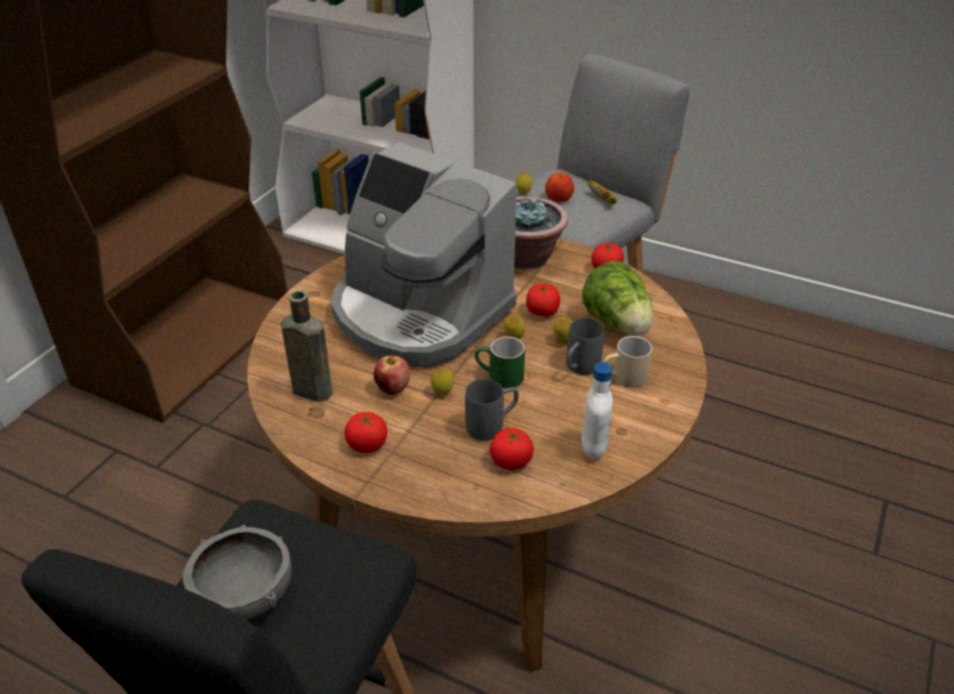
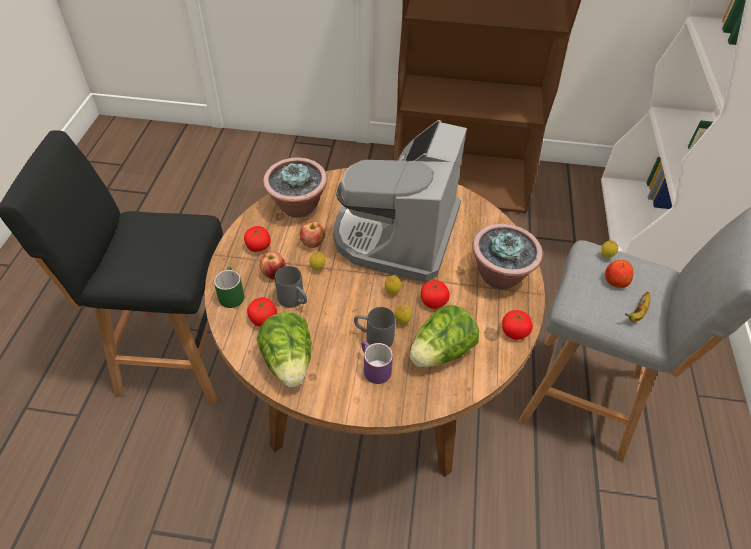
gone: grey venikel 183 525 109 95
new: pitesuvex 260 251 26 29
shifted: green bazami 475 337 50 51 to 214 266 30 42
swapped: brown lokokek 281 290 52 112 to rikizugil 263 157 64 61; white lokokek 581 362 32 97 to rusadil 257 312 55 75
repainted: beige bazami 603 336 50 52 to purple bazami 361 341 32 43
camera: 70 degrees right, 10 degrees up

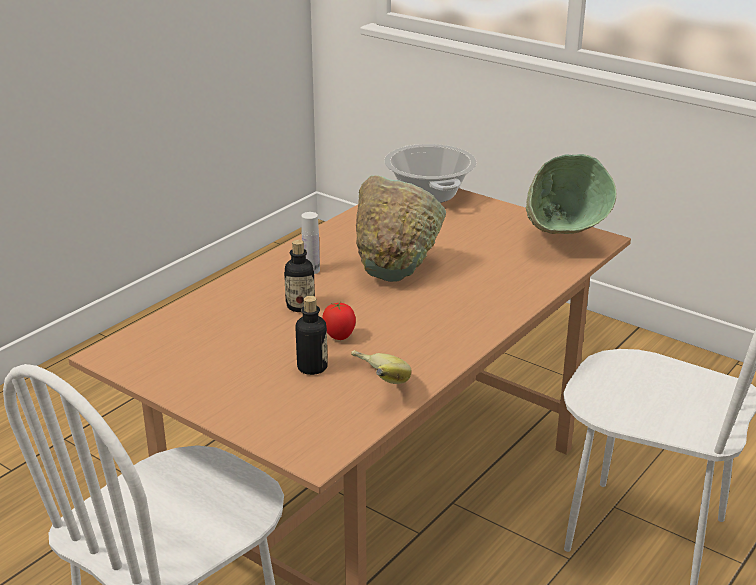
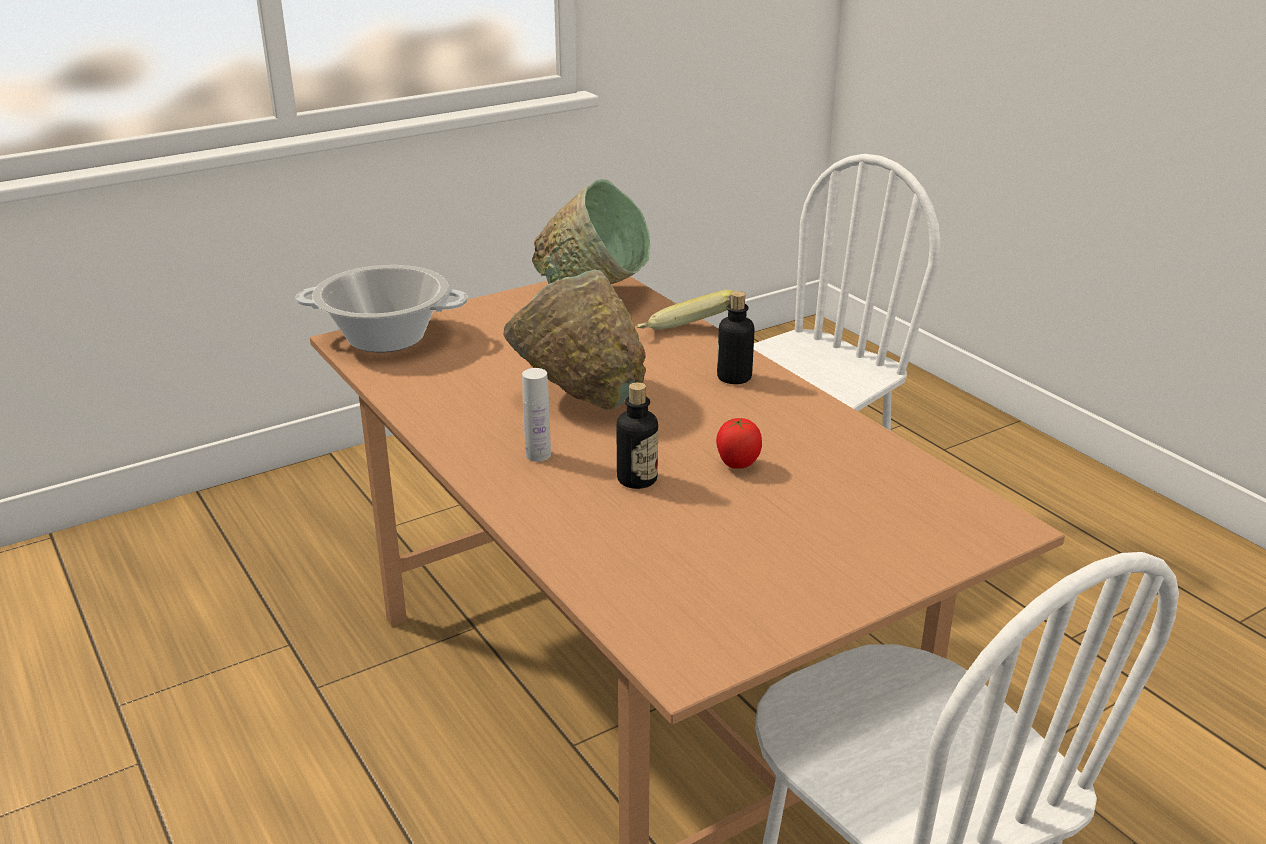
shifted: lokokek 296 296 32 79 to 717 291 37 93; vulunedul 351 350 60 34 to 637 290 97 40
camera: 70 degrees left, 0 degrees up

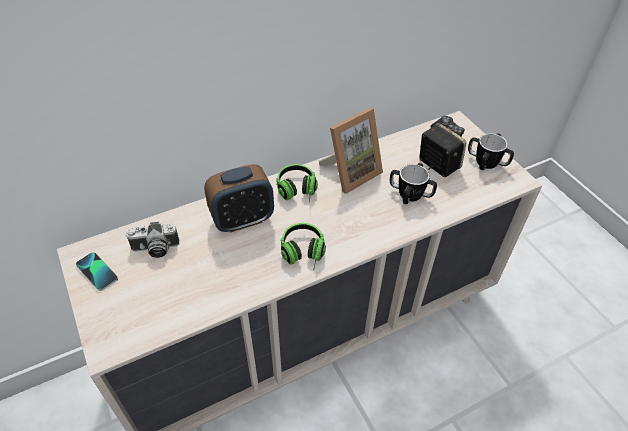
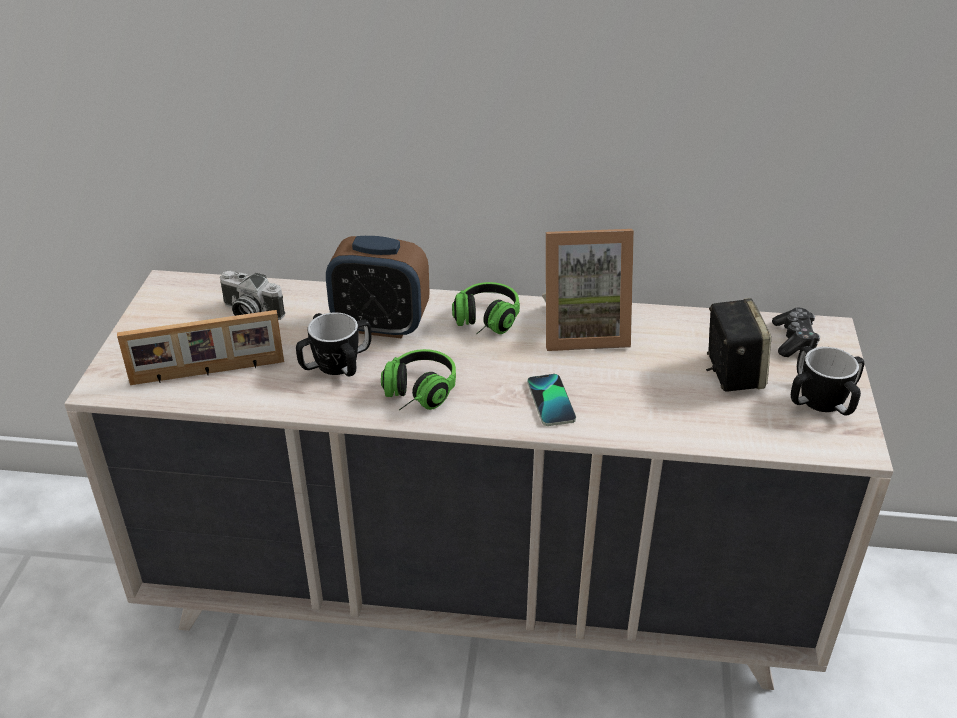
new: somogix 117 310 167 75
shifted: bazami 390 163 47 41 to 296 312 75 64; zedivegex 76 252 42 39 to 527 374 49 52
camera: 35 degrees right, 10 degrees down

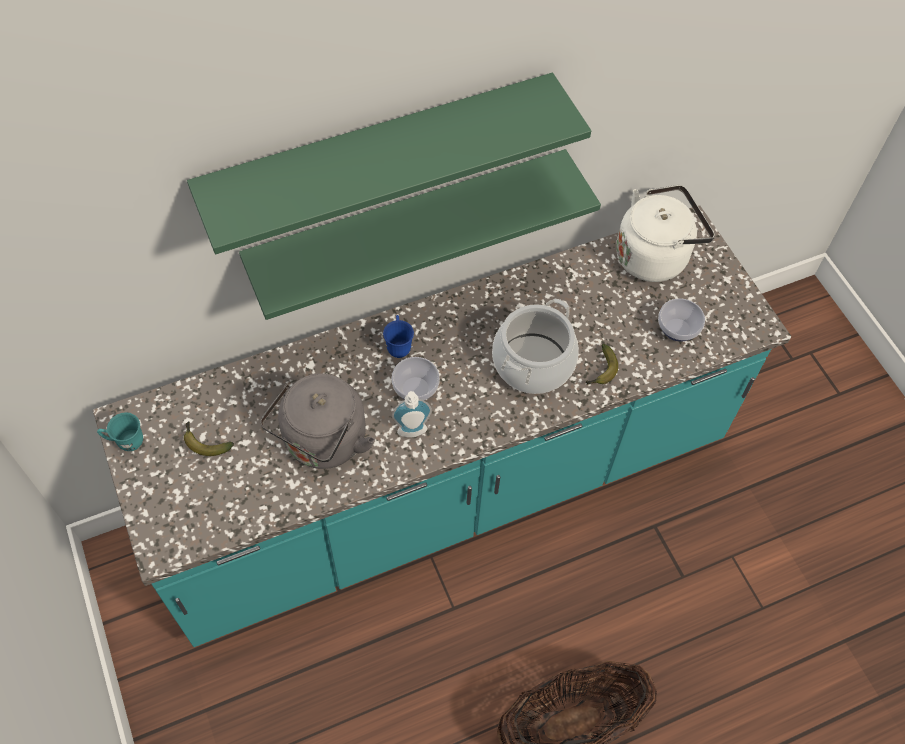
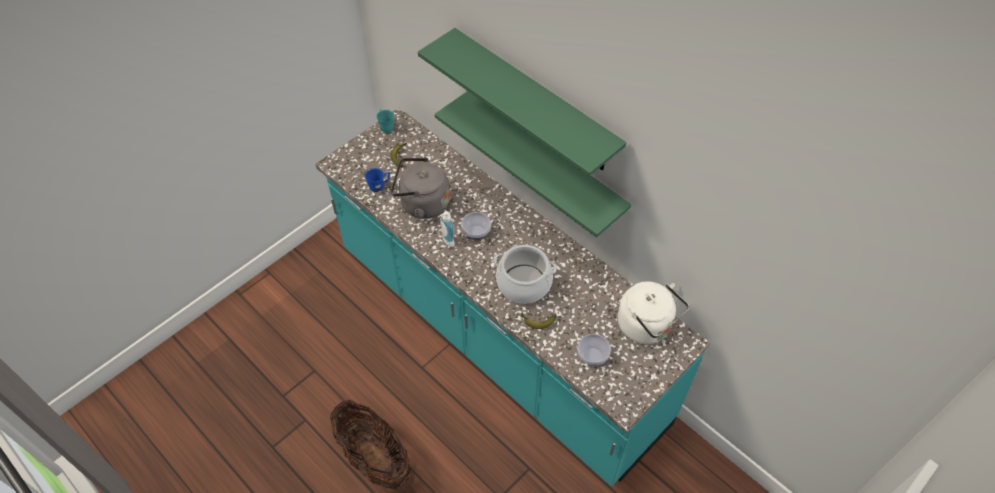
shifted: blue bazami 383 315 31 43 to 365 168 25 24
camera: 70 degrees right, 5 degrees down

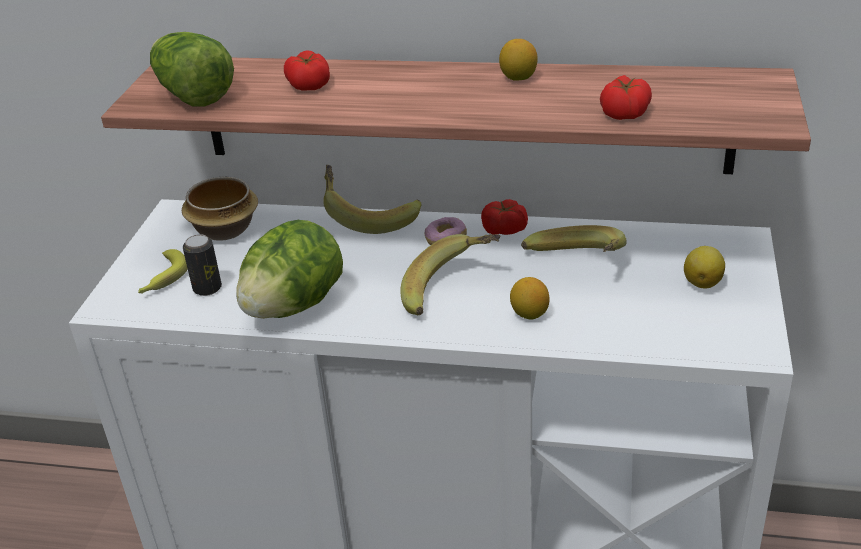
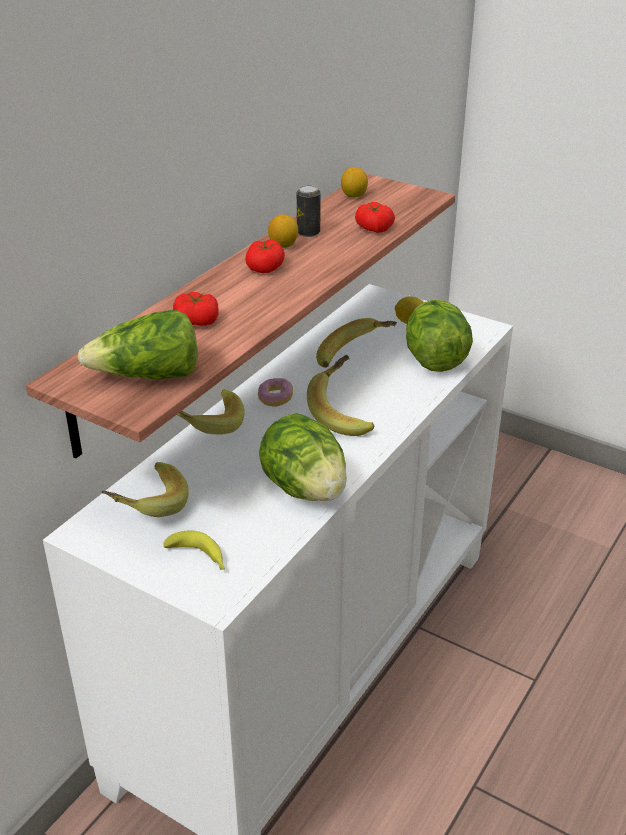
new: rusadil 406 300 67 72
shifted: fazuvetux 481 199 47 36 to 245 239 40 34; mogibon 183 234 39 62 to 297 185 24 52; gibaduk 510 277 40 42 to 341 167 27 31
swapped: venikel 182 177 76 64 to vulunedul 101 462 88 55
camera: 70 degrees left, 0 degrees up

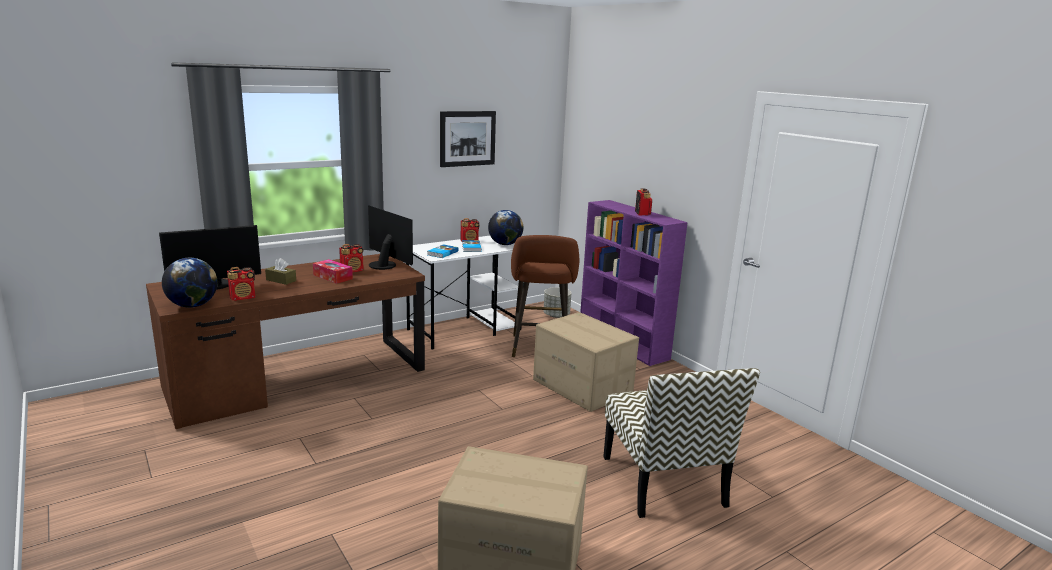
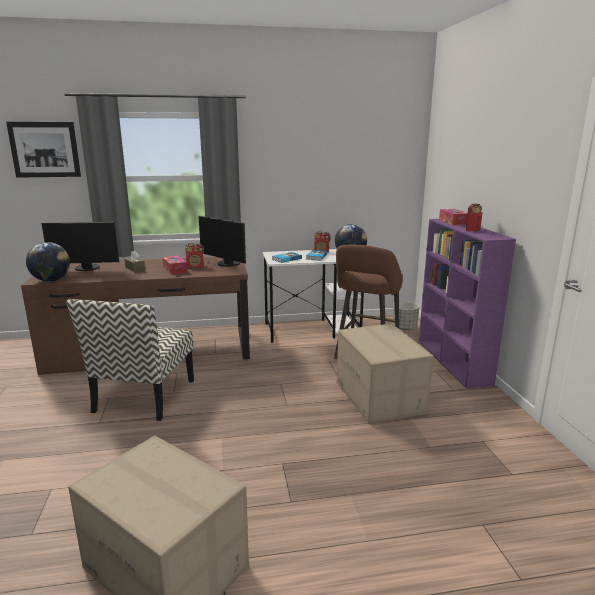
gone: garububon 227 267 28 34
new: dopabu 439 209 29 16
shifted: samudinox 440 111 56 56 to 6 122 75 56; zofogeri 603 368 157 150 to 66 299 128 122
rotated: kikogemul 368 205 45 65 = 198 216 48 51 150 degrees clockwise
camera: 25 degrees right, 0 degrees up

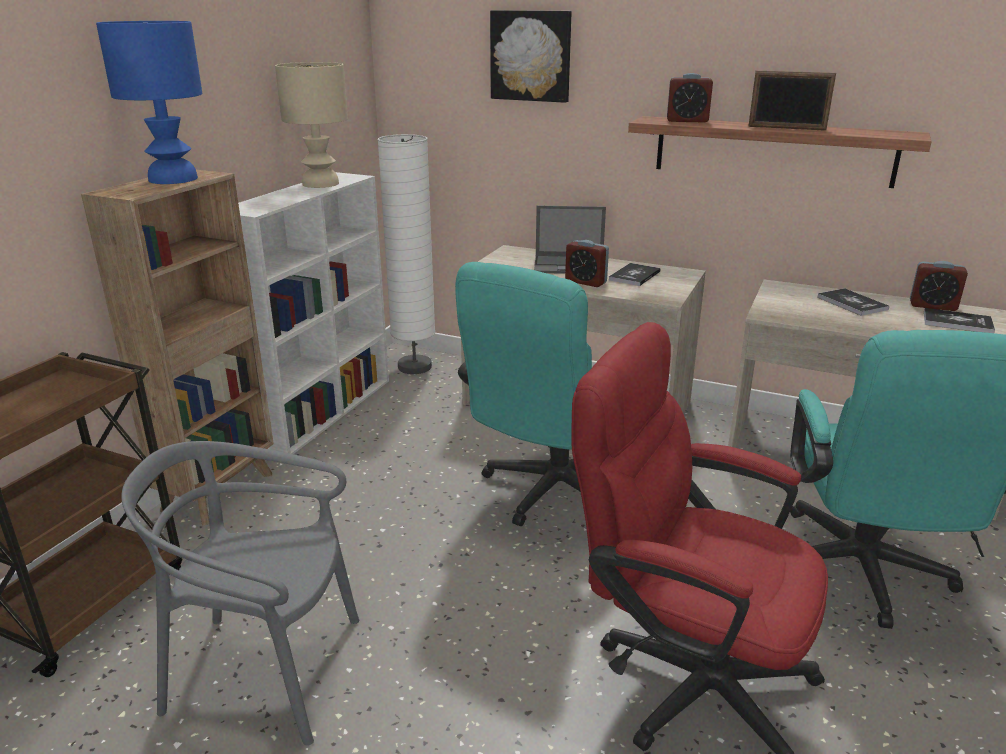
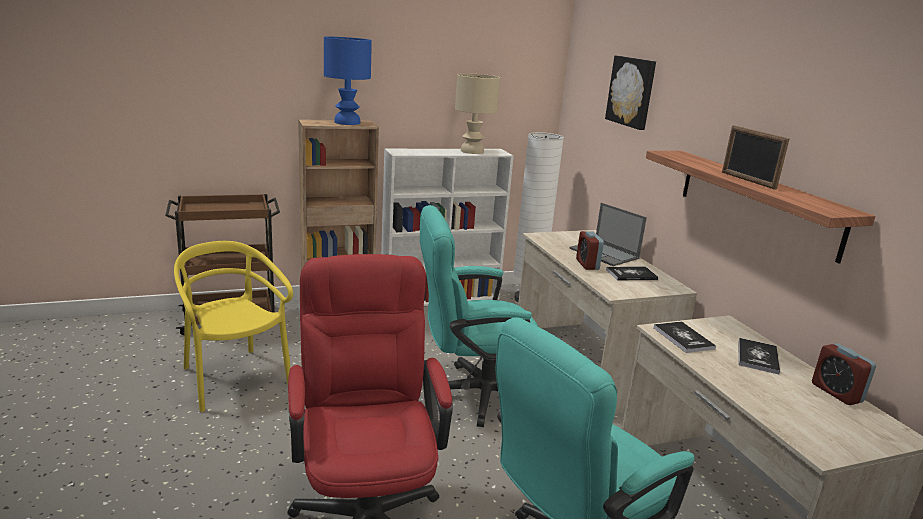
gone: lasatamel 667 73 46 50
shifted: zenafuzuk 924 308 71 25 to 653 321 63 32
repainted: grey zofogeri 122 441 237 305 to yellow zofogeri 174 241 119 171
camera: 45 degrees right, 5 degrees down

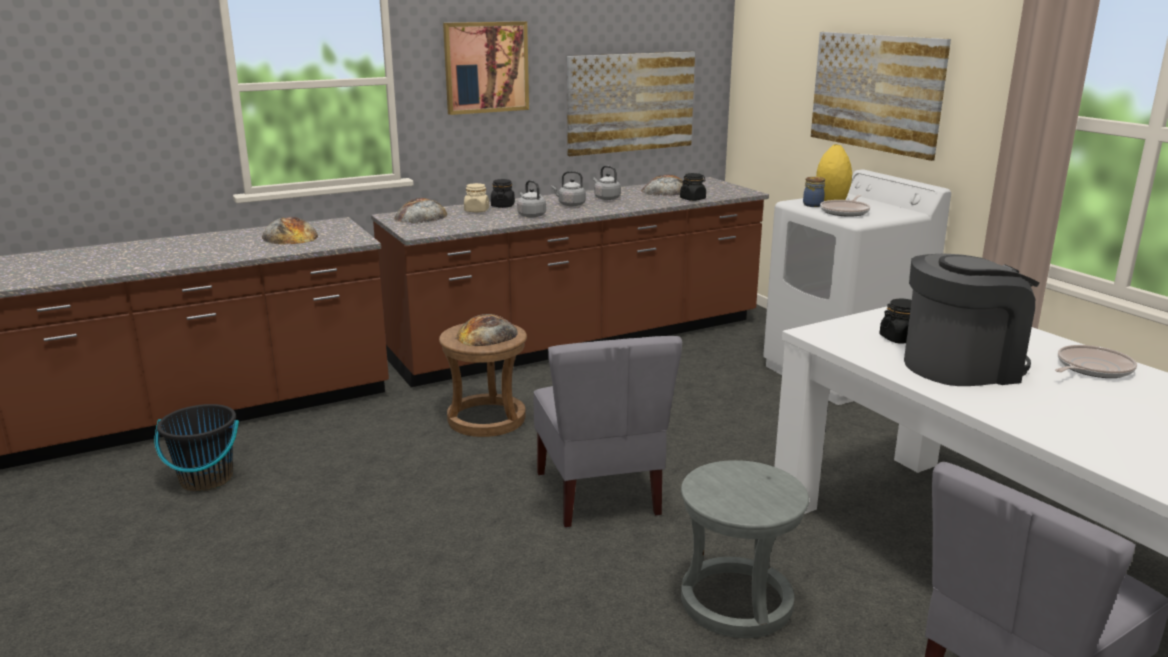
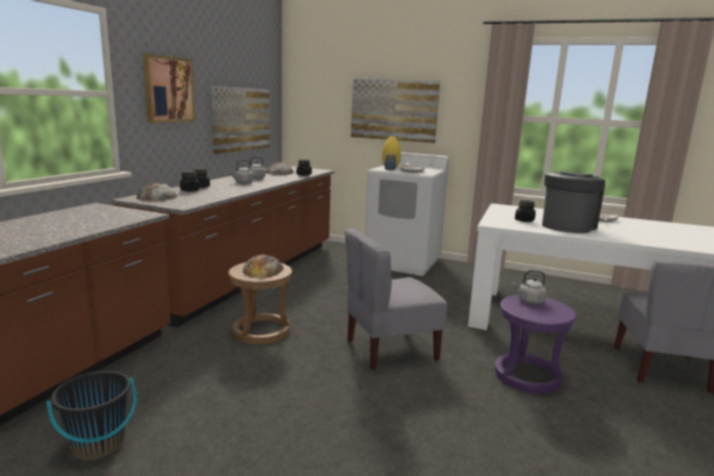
gone: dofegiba 262 217 56 28
shifted: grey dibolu 517 180 29 38 to 512 270 35 34
repainted: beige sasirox 464 183 25 30 to black sasirox 180 171 20 21; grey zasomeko 681 460 128 178 to purple zasomeko 495 295 81 99
rotated: grey zofogeri 534 336 148 192 = 345 229 102 141 120 degrees clockwise
camera: 40 degrees left, 5 degrees down

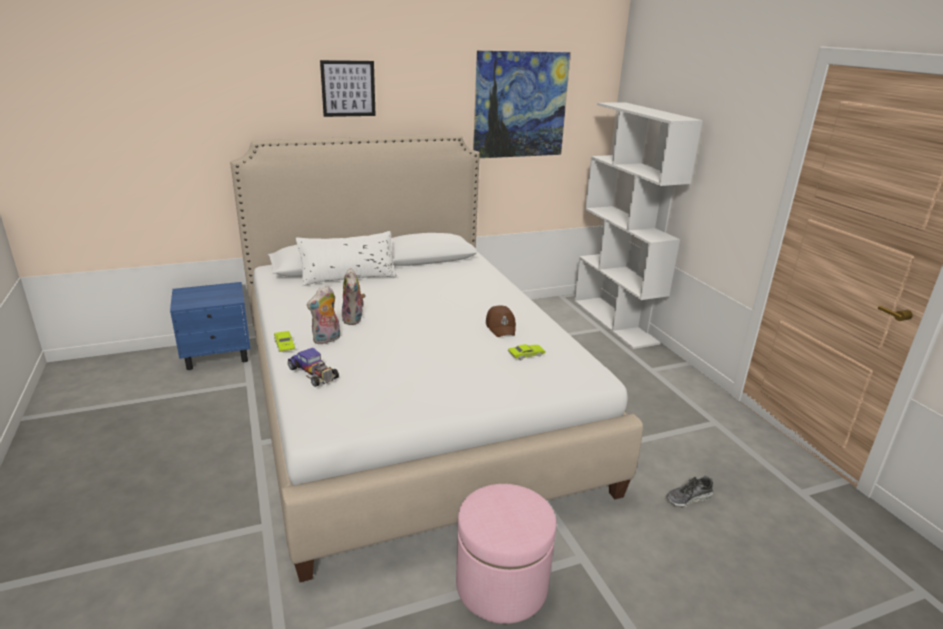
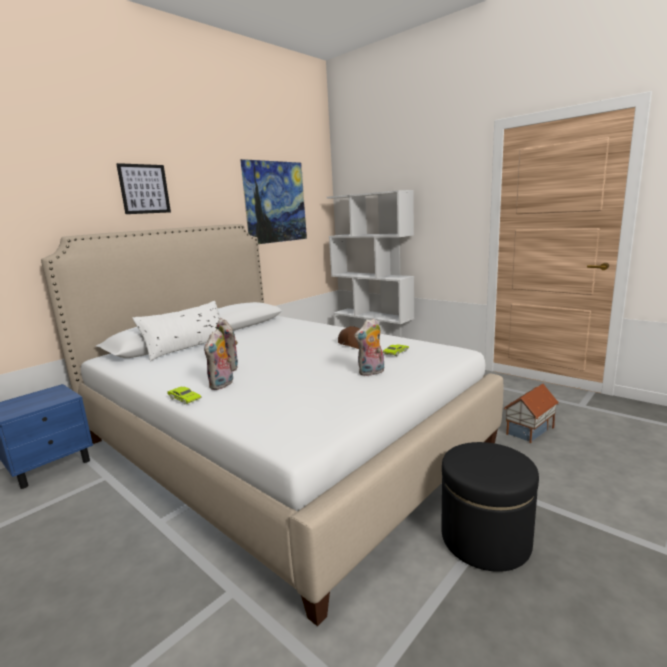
gone: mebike 288 348 51 39
new: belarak 355 318 29 58
swapped: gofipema 667 476 46 32 to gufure 504 384 55 59
repainted: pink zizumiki 456 484 100 140 to black zizumiki 441 442 98 130
camera: 25 degrees left, 10 degrees down

